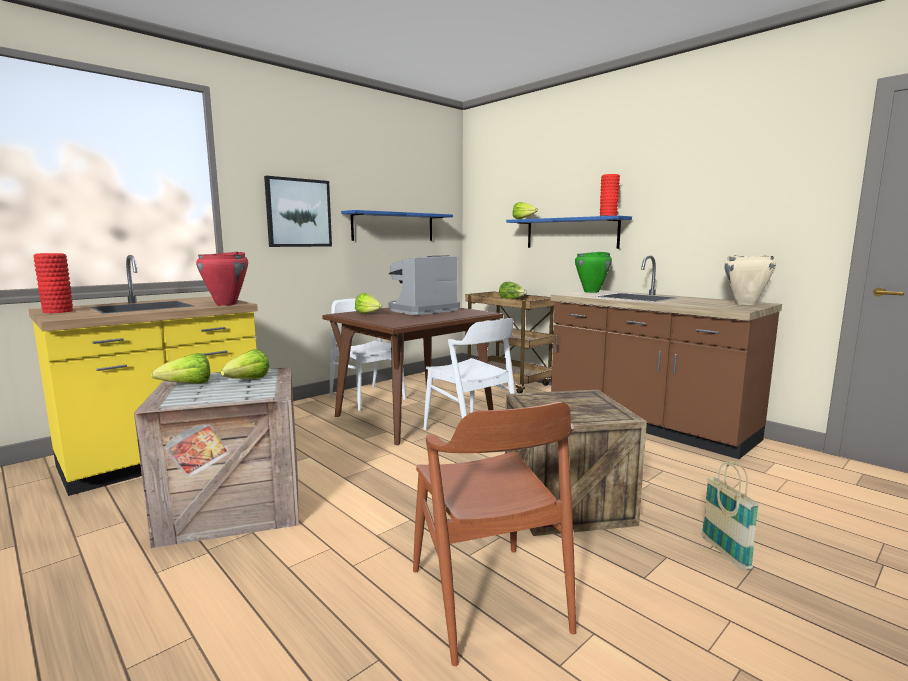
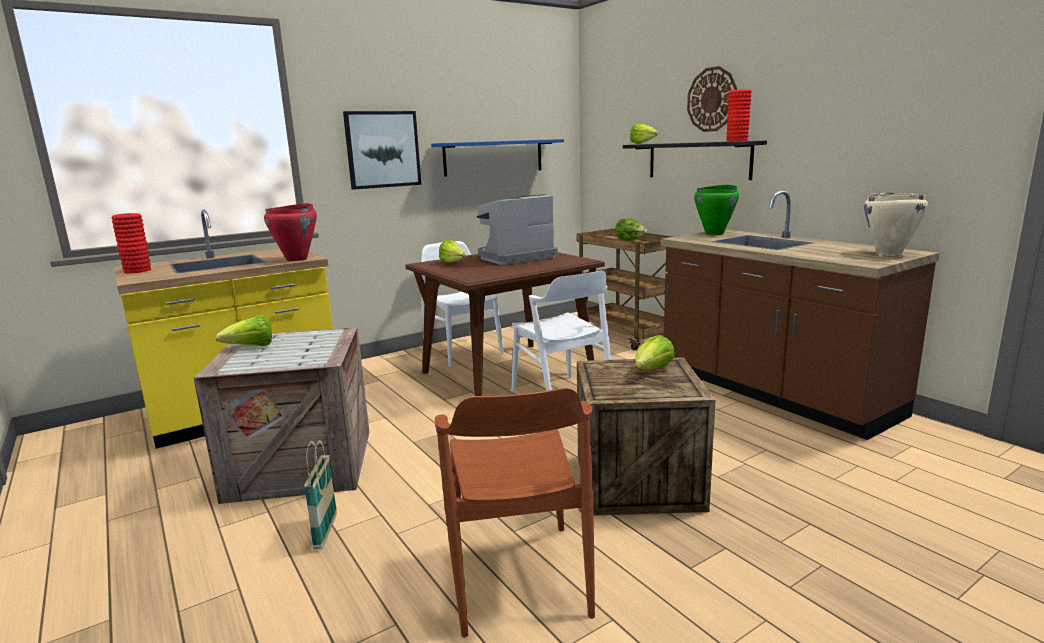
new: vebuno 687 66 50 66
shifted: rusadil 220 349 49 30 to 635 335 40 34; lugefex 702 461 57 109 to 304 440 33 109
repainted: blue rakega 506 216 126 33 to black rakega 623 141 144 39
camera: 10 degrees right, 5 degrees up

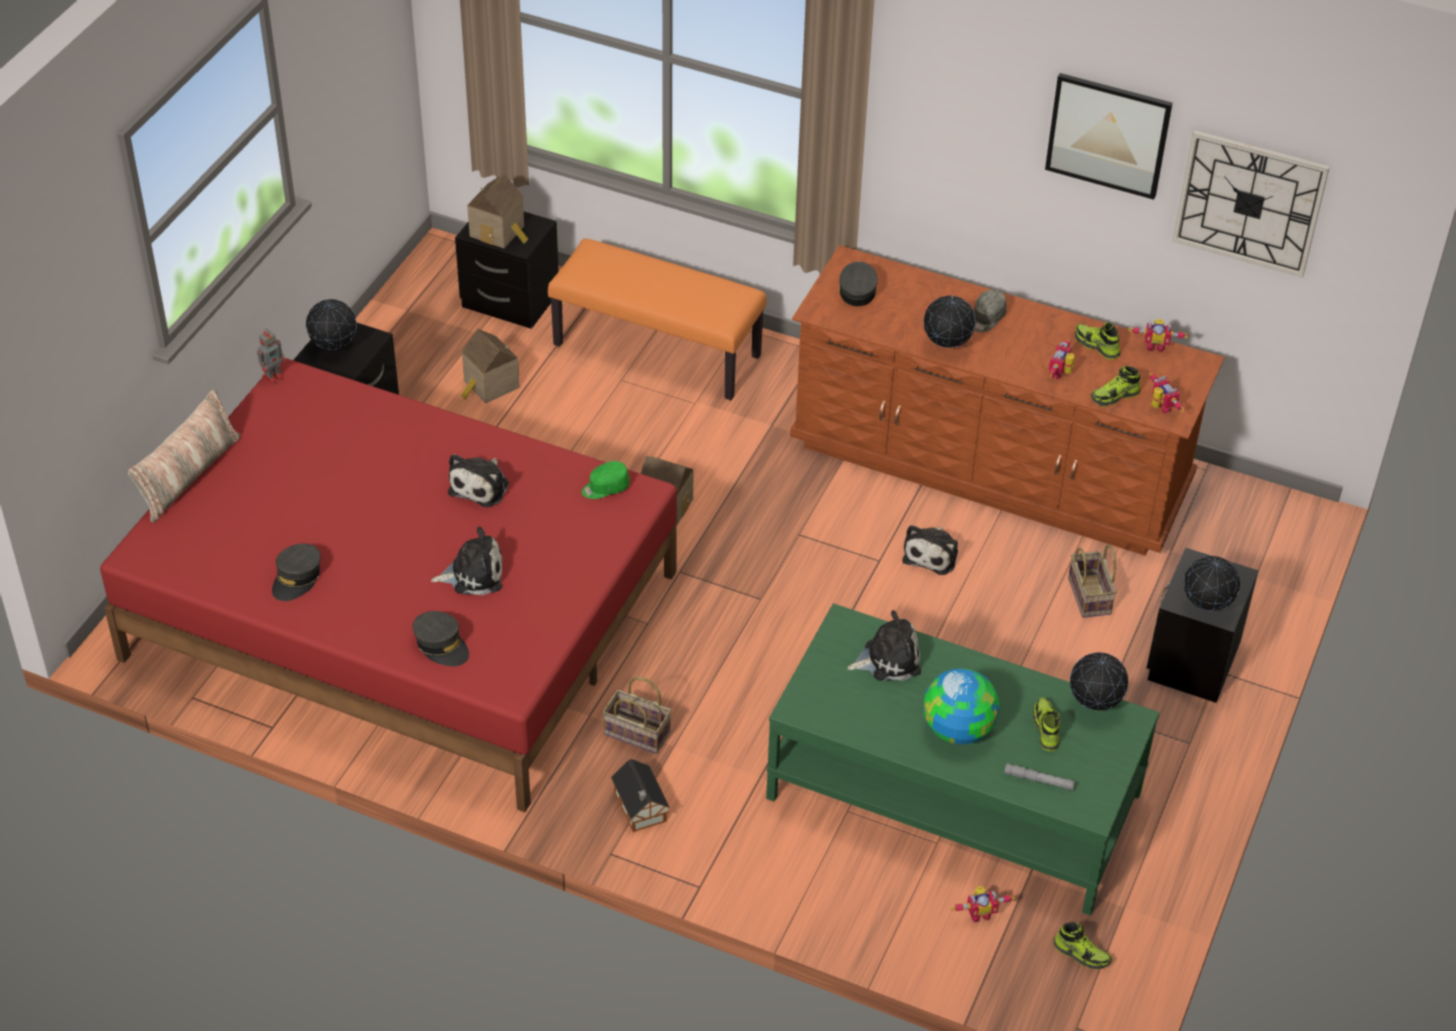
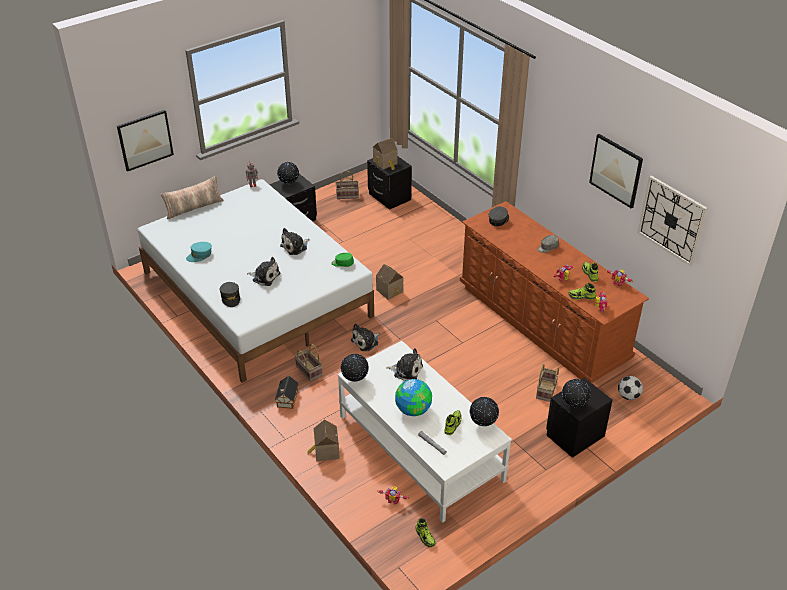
gone: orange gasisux 548 238 219 162
new: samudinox 117 110 57 62; lugefex 336 171 23 28; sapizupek 618 376 25 24
shifted: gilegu 923 296 53 52 to 341 354 28 28; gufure 461 329 59 74 to 307 419 33 42; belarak 902 525 56 50 to 351 323 29 28
repainted: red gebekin 100 358 577 454 to white gebekin 138 179 236 204; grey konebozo 272 543 49 58 to turquoise konebozo 186 242 26 20; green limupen 766 603 393 312 to white limupen 338 341 174 182
camera: 30 degrees right, 5 degrees down

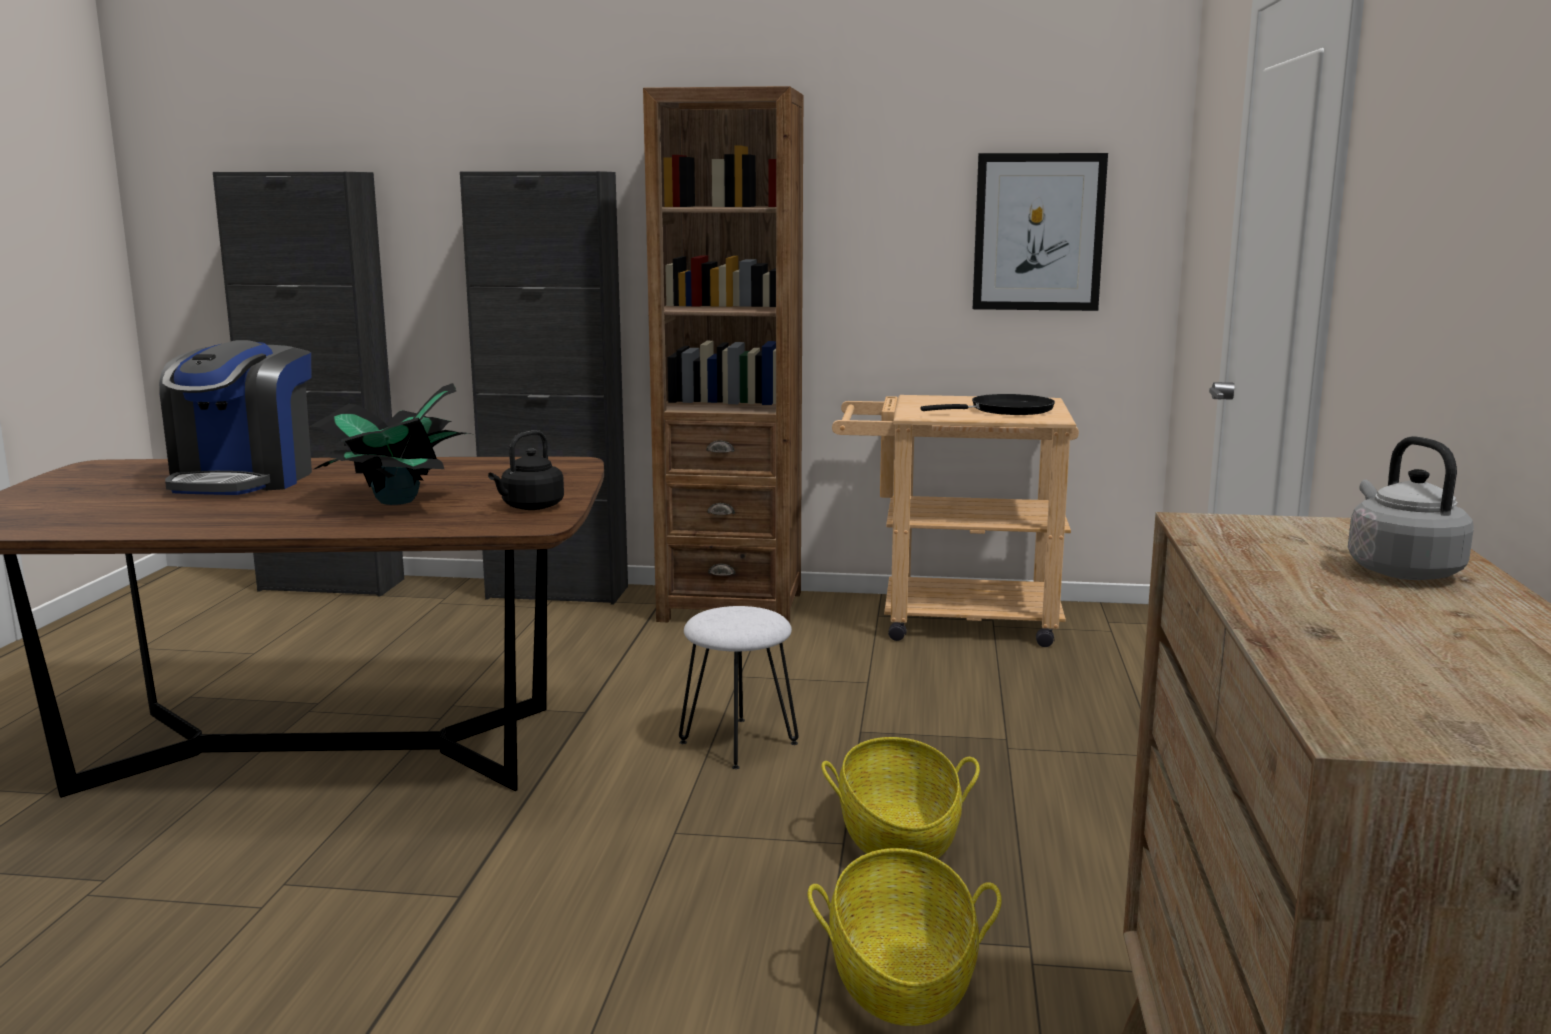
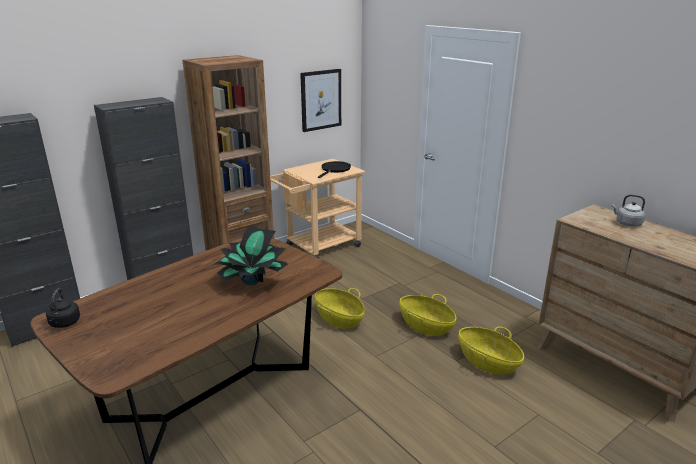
gone: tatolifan 159 340 153 155
shifted: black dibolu 488 430 76 80 to 46 288 34 40
swapped: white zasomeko 679 606 119 163 to lugefex 315 288 50 40
camera: 45 degrees left, 10 degrees up

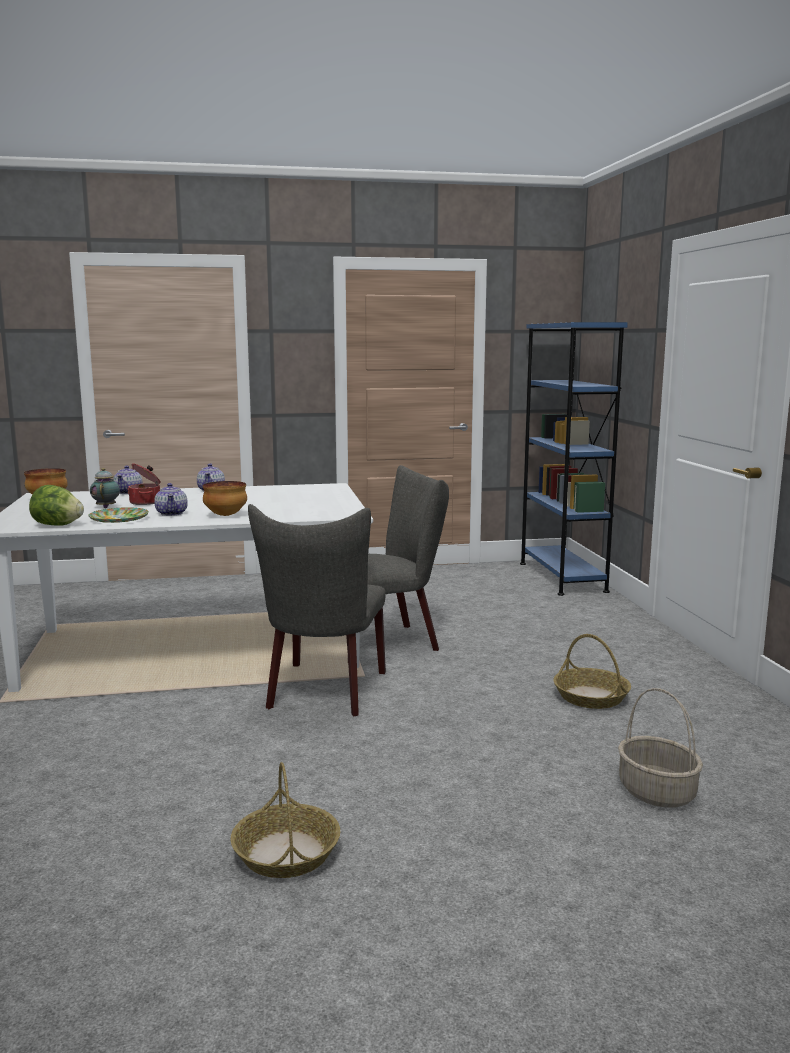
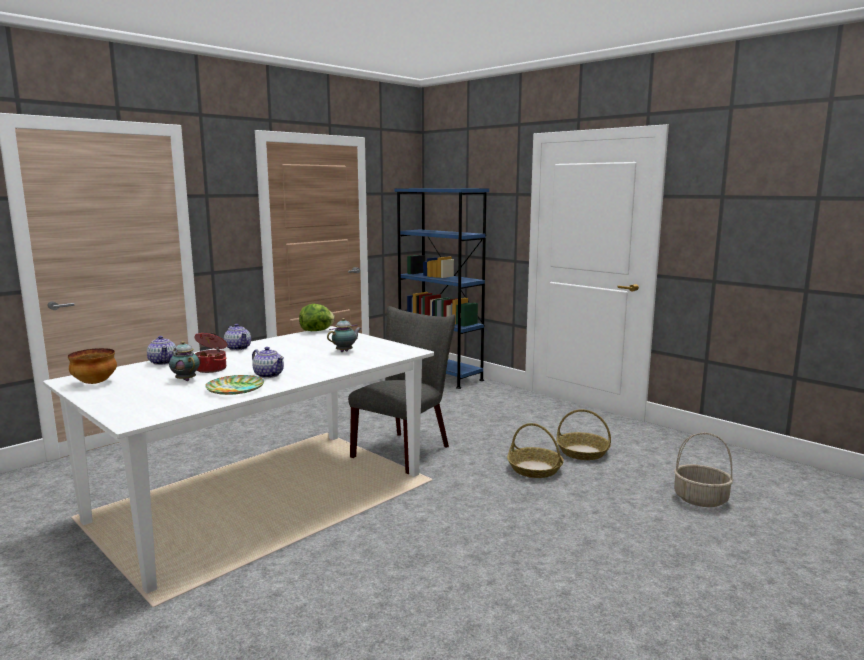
gone: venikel 203 481 44 35; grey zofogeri 248 504 138 213
new: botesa 327 318 34 34
shifted: rusadil 29 485 55 41 to 299 304 36 27; lugefex 231 762 109 116 to 507 423 57 55
camera: 35 degrees left, 0 degrees up

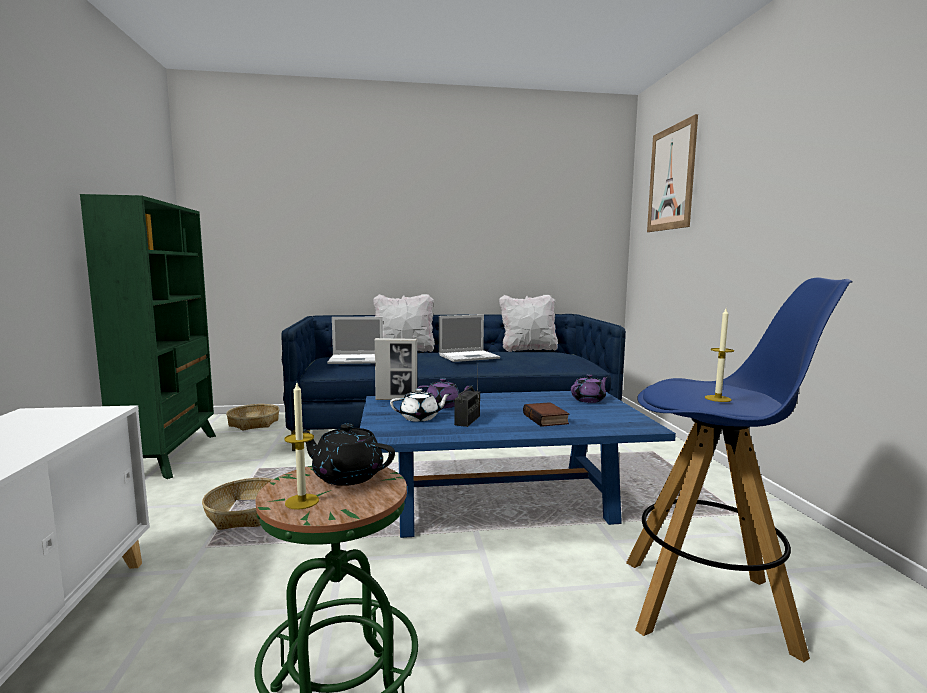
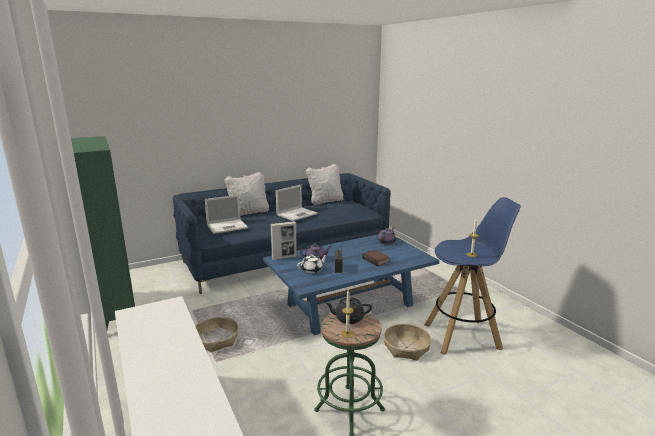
gone: samudinox 647 114 51 118
shifted: lugefex 226 404 53 27 to 384 324 48 37
camera: 20 degrees left, 10 degrees up

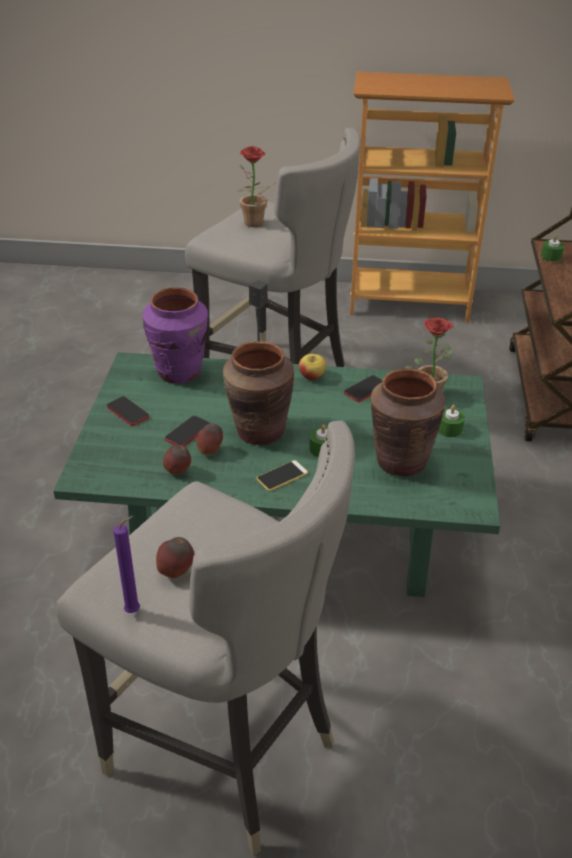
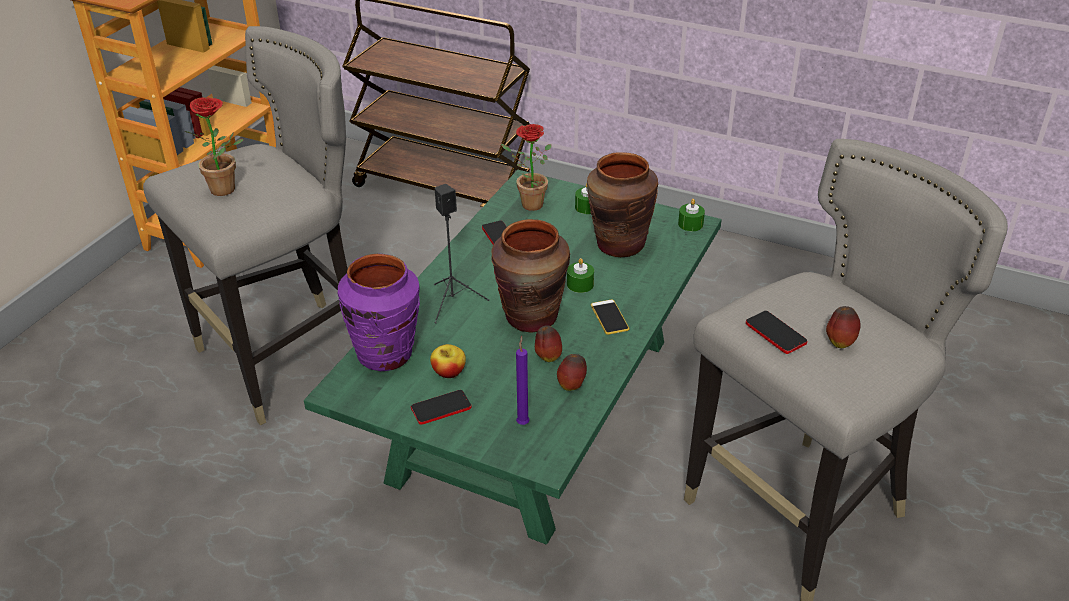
shifted: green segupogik 541 234 23 28 to 678 199 27 32; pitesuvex 299 354 27 26 to 430 344 36 34; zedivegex 165 416 45 30 to 746 311 61 43; purple segupogik 113 516 27 97 to 516 336 14 89
camera: 70 degrees left, 0 degrees up

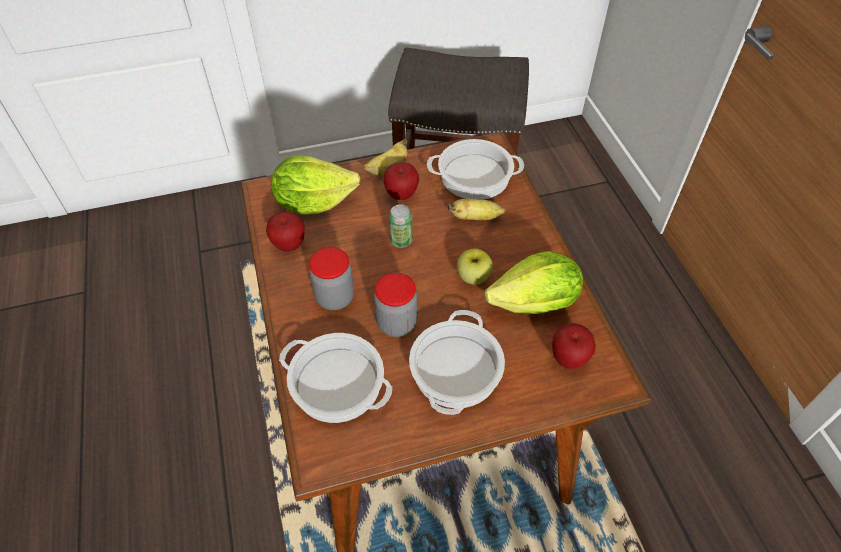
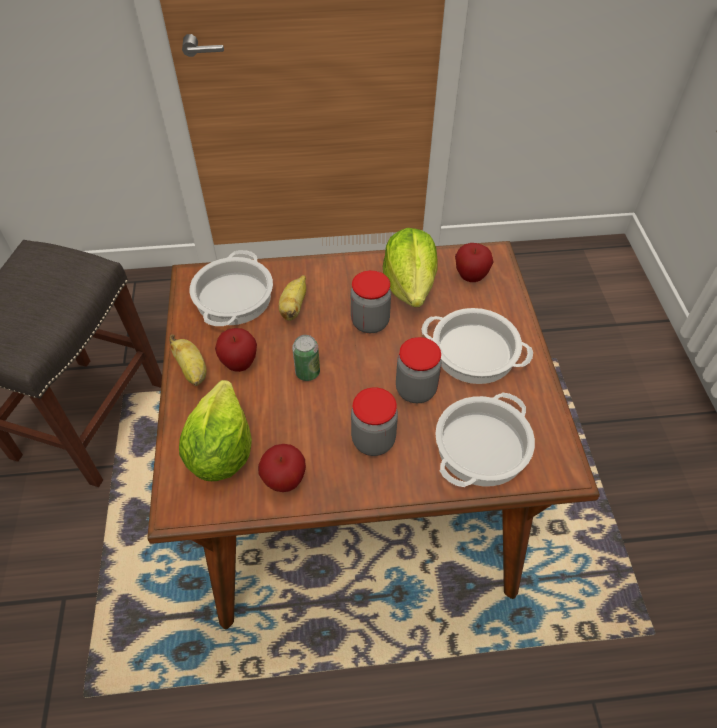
swapped: pitesuvex 457 248 36 37 to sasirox 351 270 40 63
camera: 80 degrees left, 0 degrees up

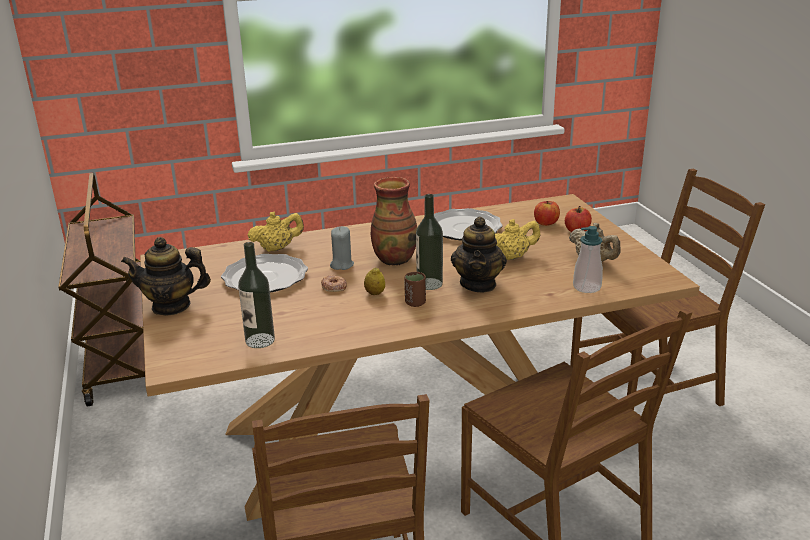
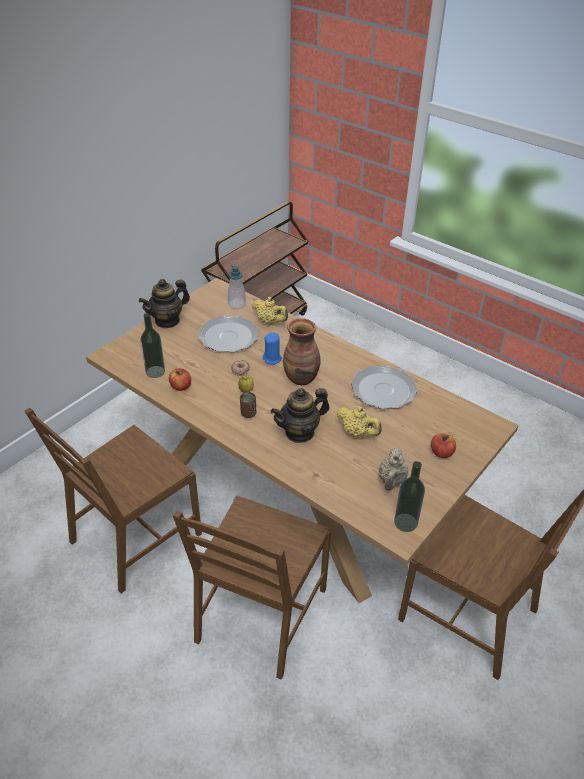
shifted: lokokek 416 194 27 96 to 394 461 31 71; pitesuvex 534 201 26 25 to 169 368 22 23; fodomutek 573 226 30 67 to 228 264 18 44
repainted: grey segupogik 330 226 24 44 to blue segupogik 263 333 19 31
rotated: botesa 121 237 90 79 = 139 279 51 50 90 degrees counterclockwise
camera: 55 degrees right, 15 degrees up

